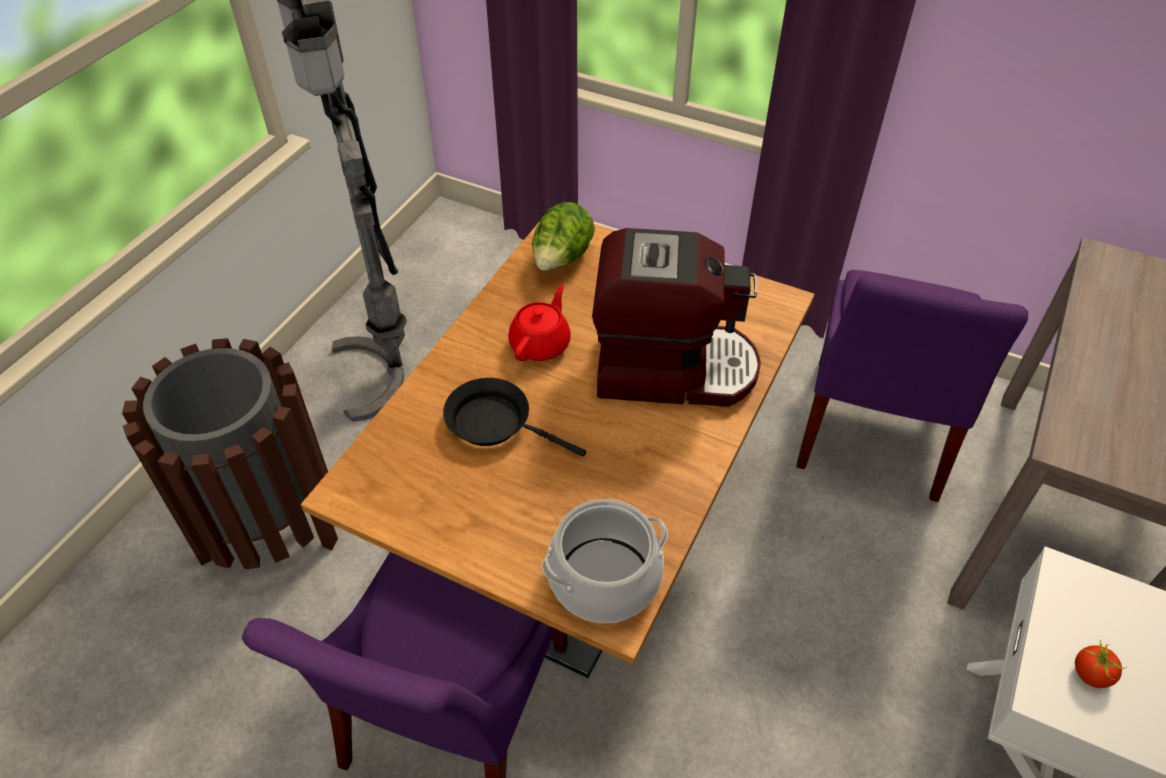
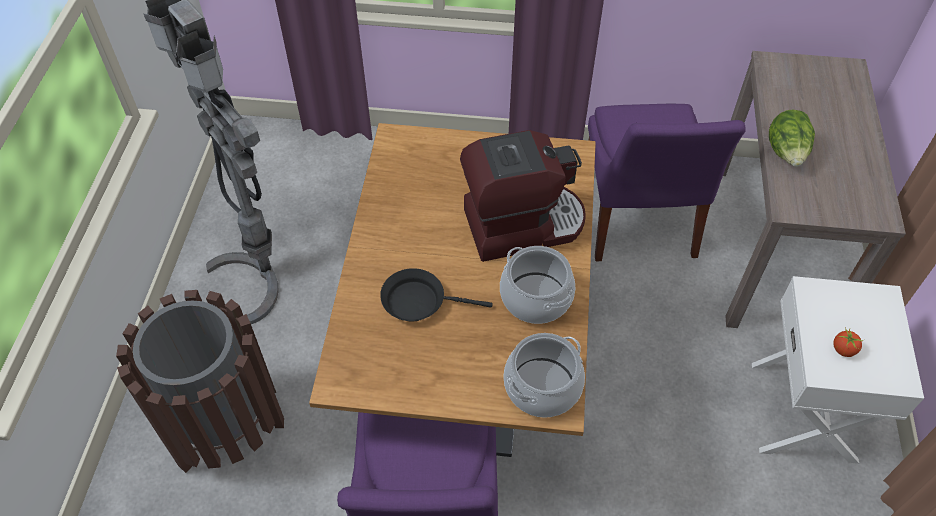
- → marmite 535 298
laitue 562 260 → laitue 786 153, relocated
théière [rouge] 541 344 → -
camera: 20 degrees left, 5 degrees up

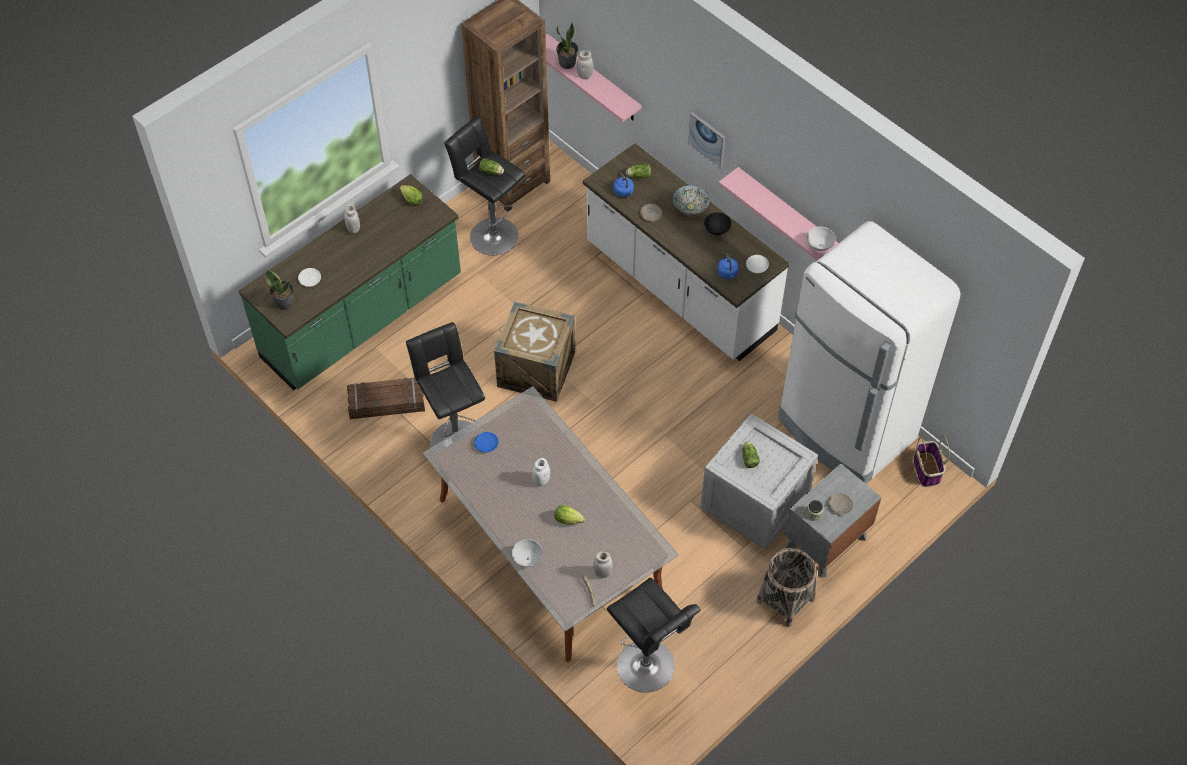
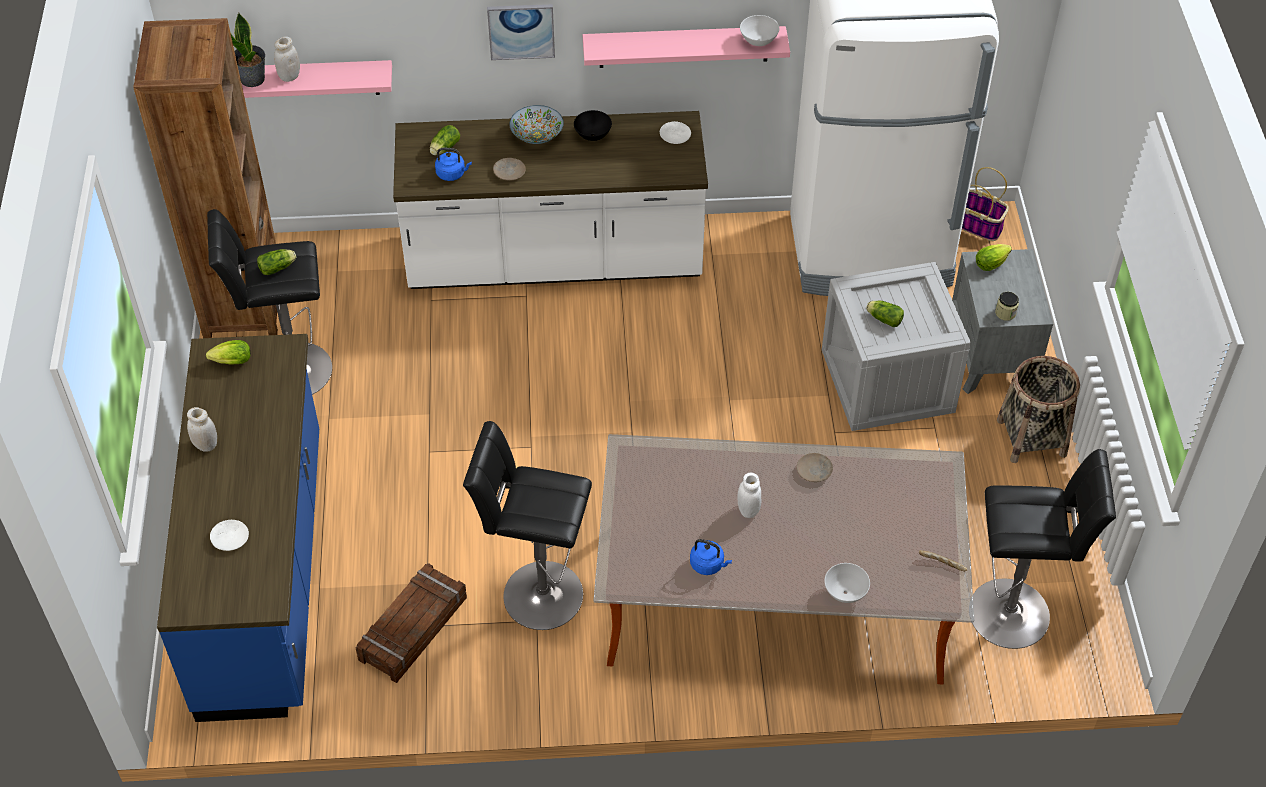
comptoir de cuisine [vert] 363 319 → comptoir de cuisine [bleu] 265 573
bouilloire [bleu] 728 273 → bouilloire [bleu] 708 565, relocated
assiette [beige] 840 506 → assiette [beige] 814 470, relocated
laitue 570 520 → laitue 992 263, relocated
plante en pot 285 302 → -
assiette [bleu] 486 444 → -
caisse 536 369 → -
bocal [blanc] 602 572 → -
camera: 50 degrees left, 5 degrees down

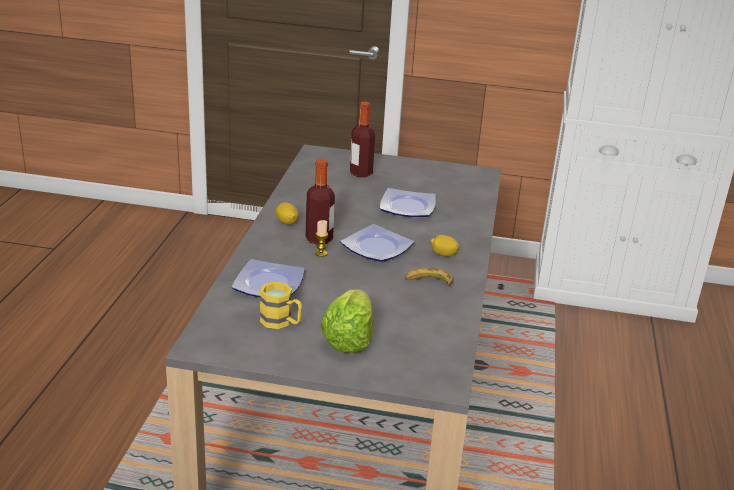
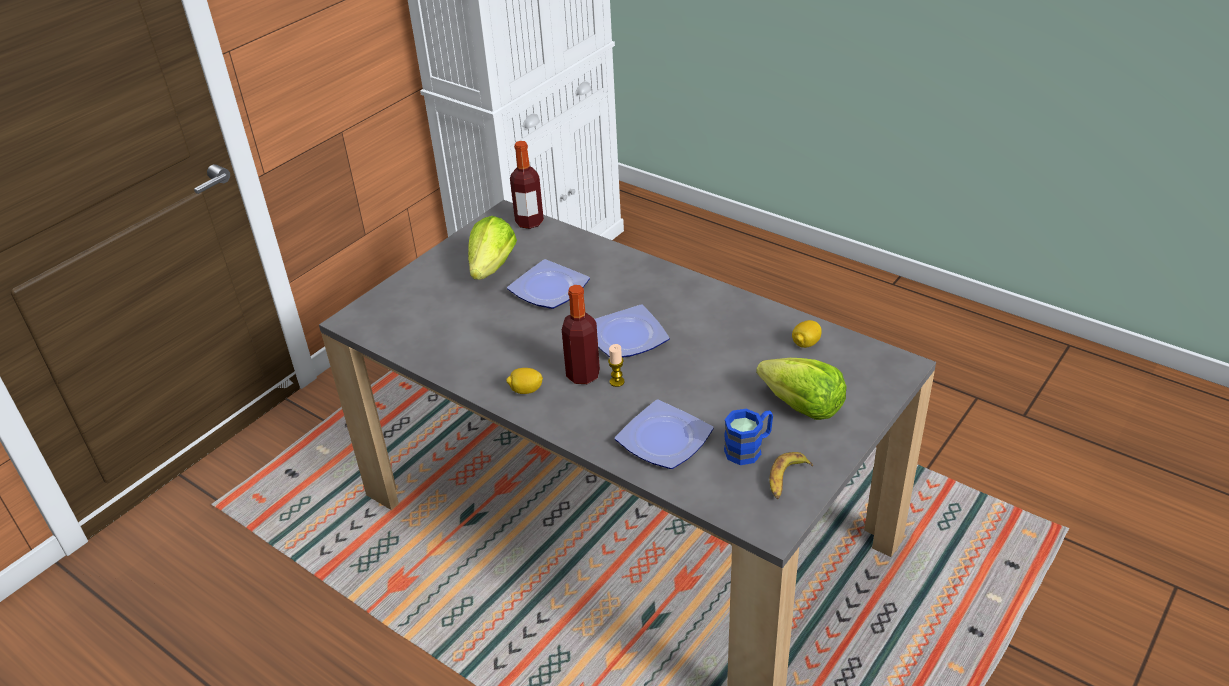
- → laitue 491 268
bouteille 361 173 → bouteille 529 222, relocated
mug [jaune] 281 322 → mug [bleu] 749 448
banane 428 282 → banane 786 479, relocated
citron 443 255 → citron 805 344, relocated
camera: 60 degrees left, 10 degrees up

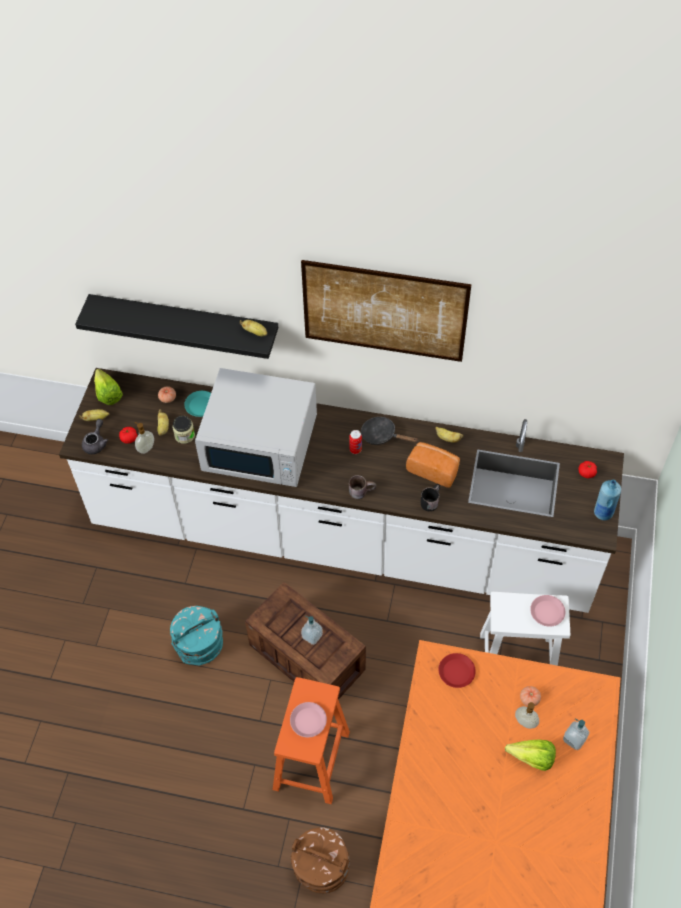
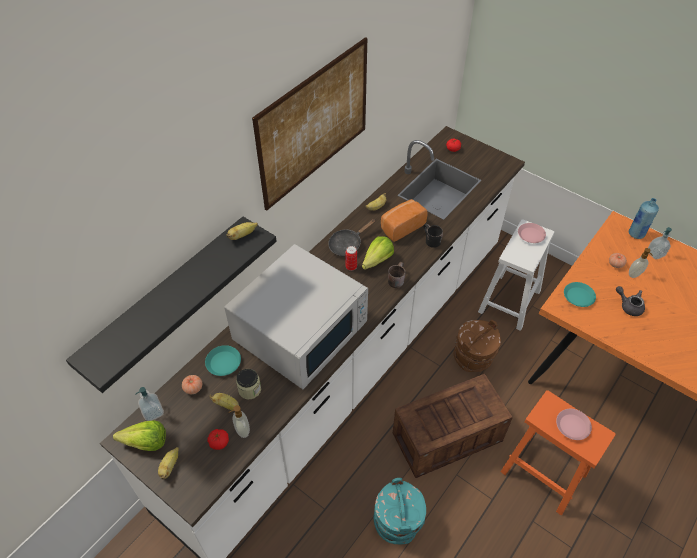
distributeur de savon 312 636 → distributeur de savon 153 412, relocated
laitue 527 756 → laitue 374 262, relocated
seau [marron] 321 868 → seau [marron] 473 357, relocated
assiette [rouge] 456 672 → assiette [turquoise] 578 296
théière [gris] 96 443 → théière [gris] 629 306, relocated
bouteille [bleu] 602 513 → bouteille [bleu] 636 234, relocated
camera: 65 degrees left, 5 degrees down

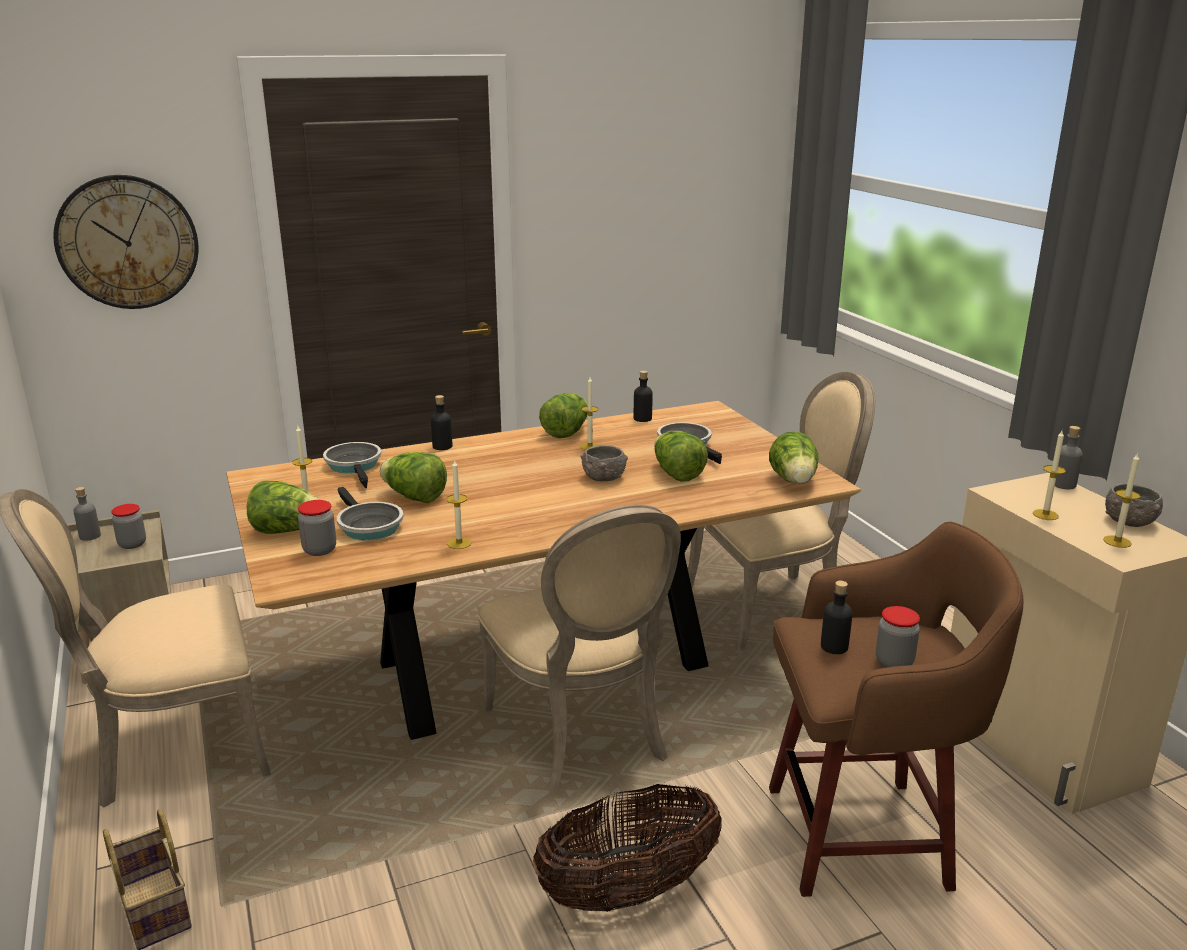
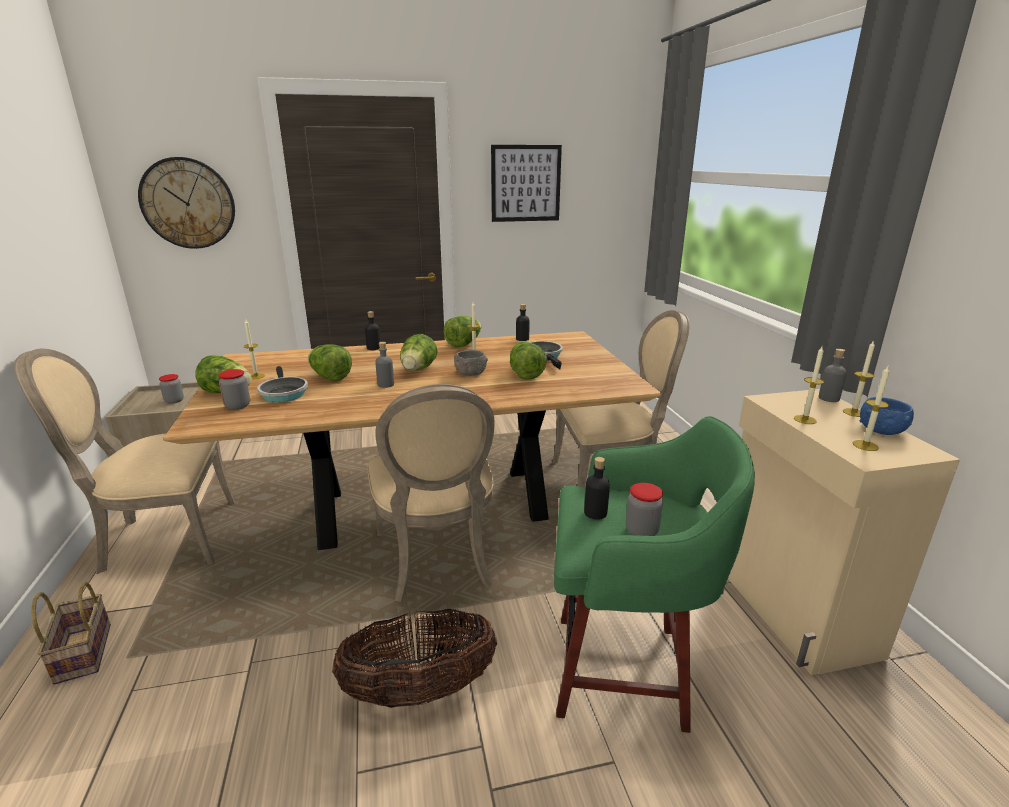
bouteille [gris] 90 536 → bouteille [gris] 385 384, relocated
laitue 794 482 → laitue 418 370, relocated
- → tableau 525 183
tabouret [marron] 864 835 → tabouret [vert] 625 670
bougie 459 543 → bougie 854 412, relocated
bol [gris] 1129 521 → bol [bleu] 881 430
poêle 355 466 → -
camera: 10 degrees right, 0 degrees up

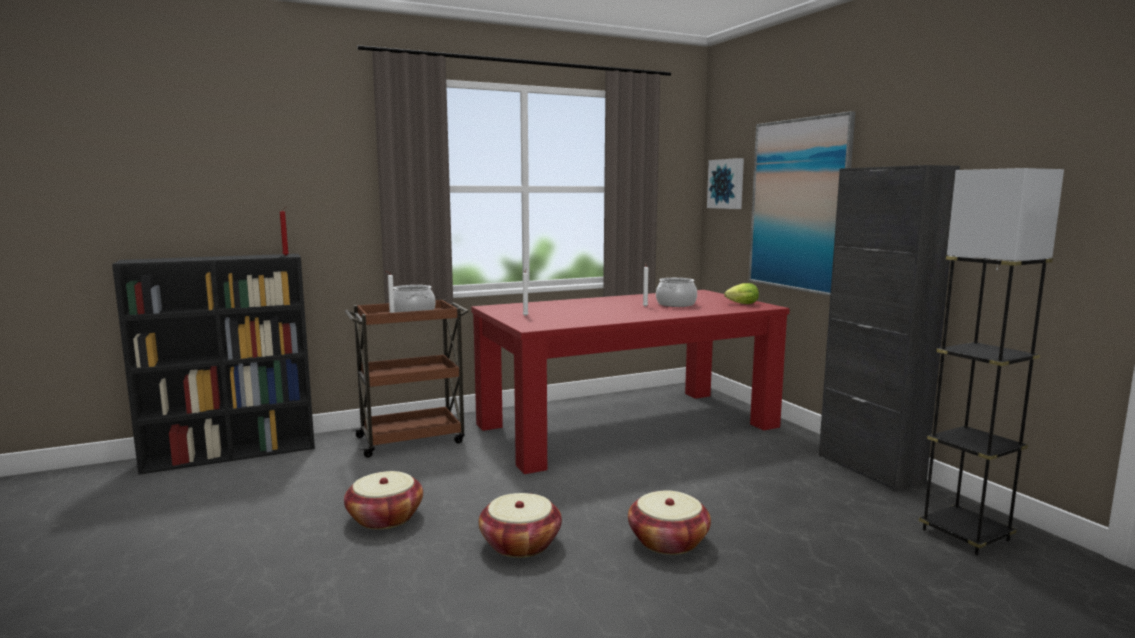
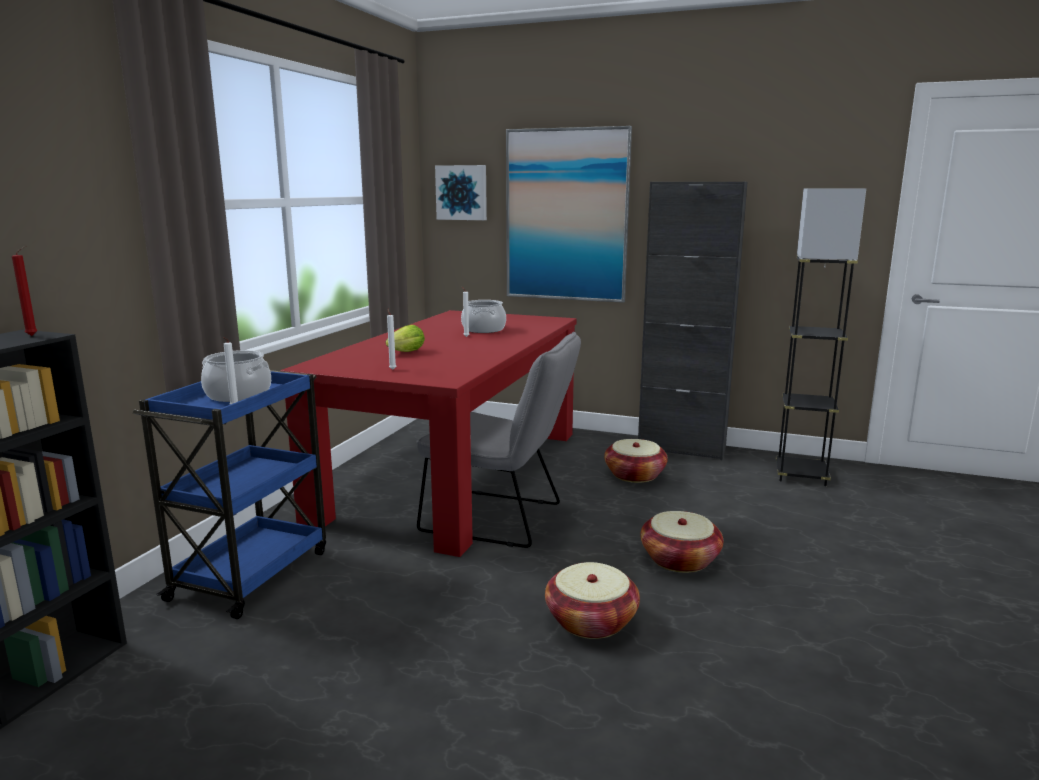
chariot [marron] 412 439 → chariot [bleu] 252 573
laitue 740 304 → laitue 405 352, relocated
- → chaise [gris] 501 519
panier 385 518 → panier 634 475, relocated
camera: 45 degrees left, 5 degrees up

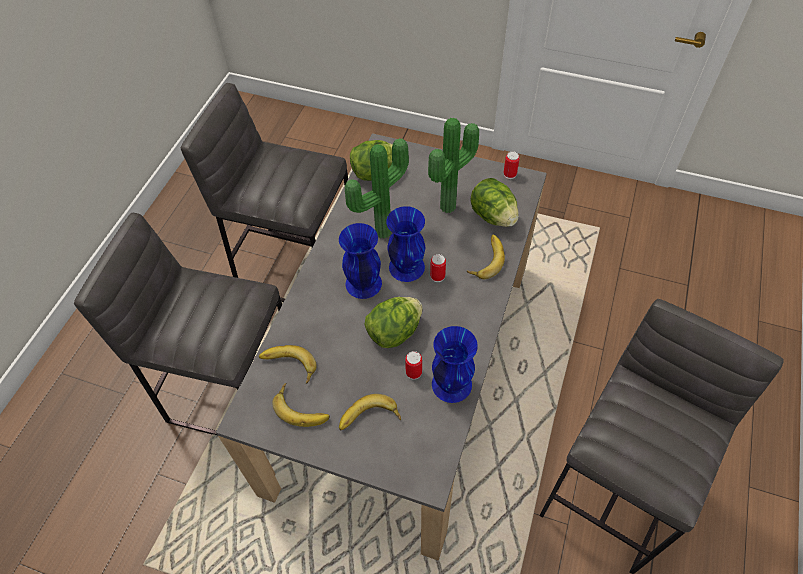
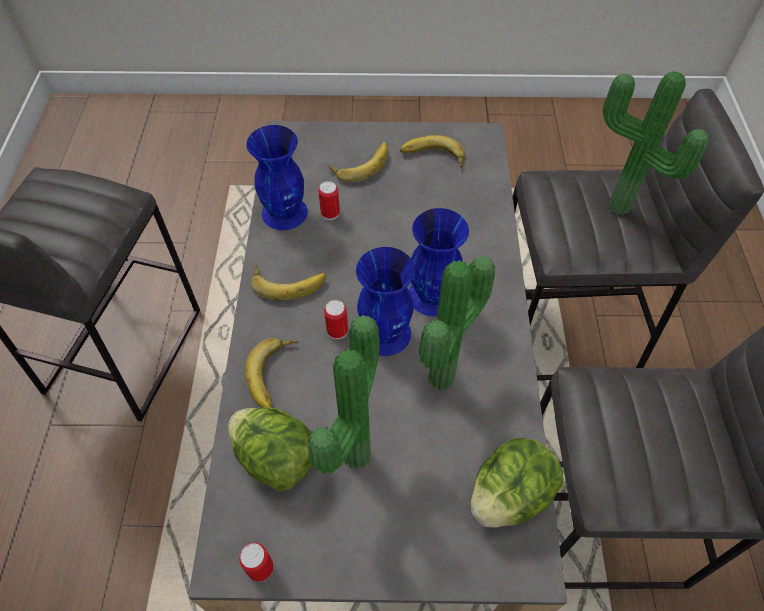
banane 288 366 → banane 288 281, relocated
- → plante en pot 617 209
laitue 394 332 → -
camera: 160 degrees right, 0 degrees up

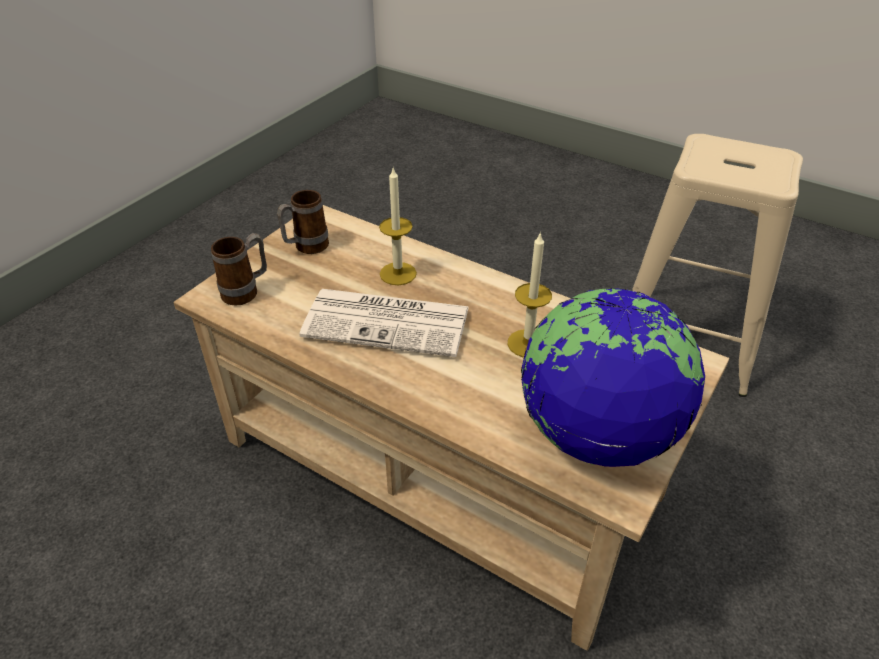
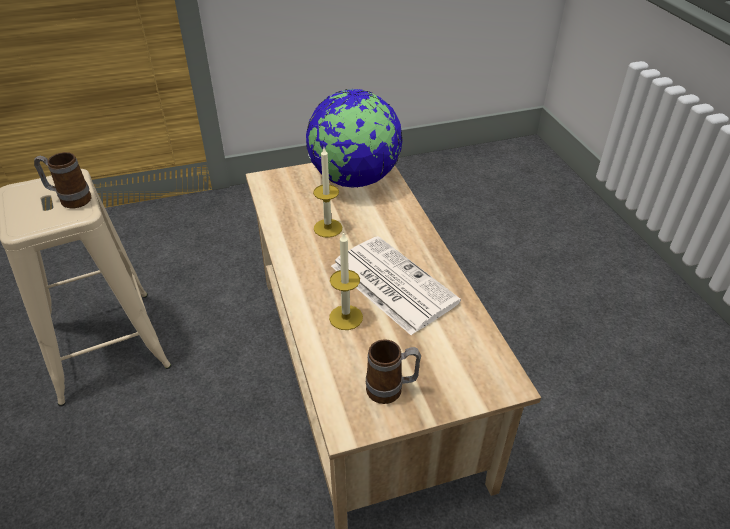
mug 247 292 → mug 70 200, relocated
camera: 140 degrees left, 0 degrees up

